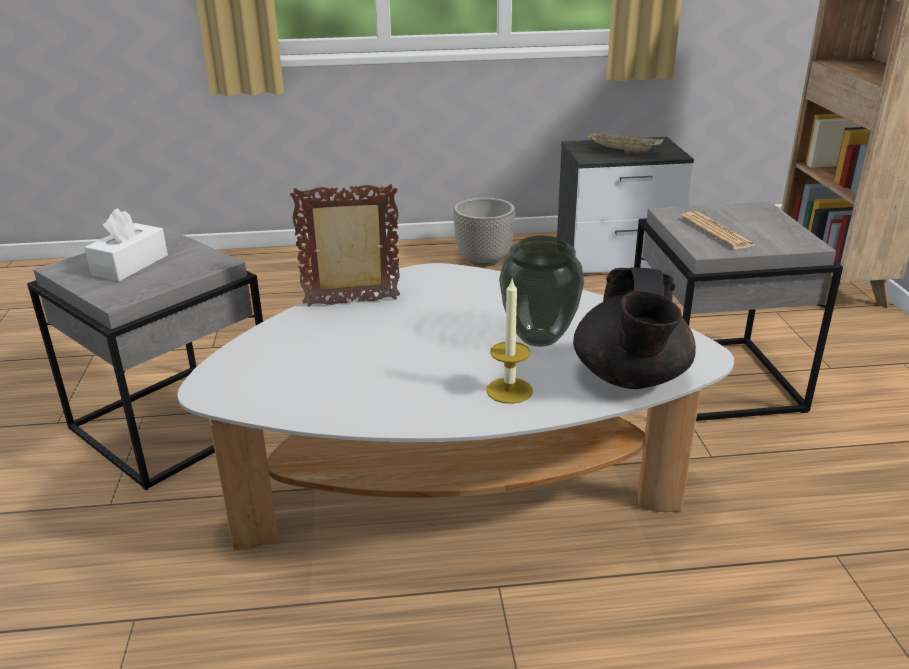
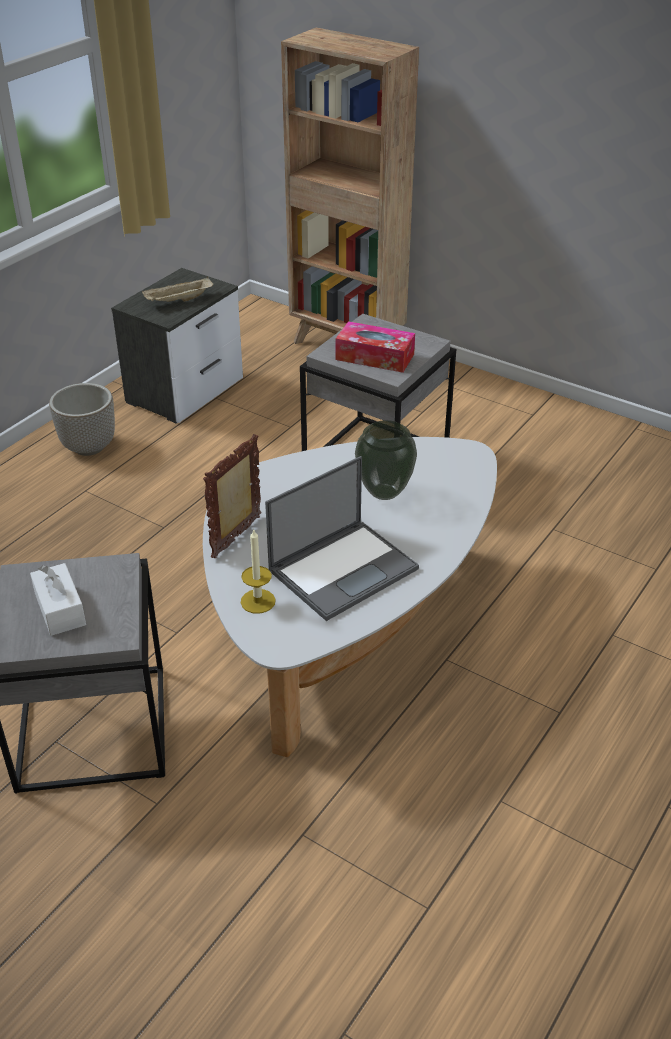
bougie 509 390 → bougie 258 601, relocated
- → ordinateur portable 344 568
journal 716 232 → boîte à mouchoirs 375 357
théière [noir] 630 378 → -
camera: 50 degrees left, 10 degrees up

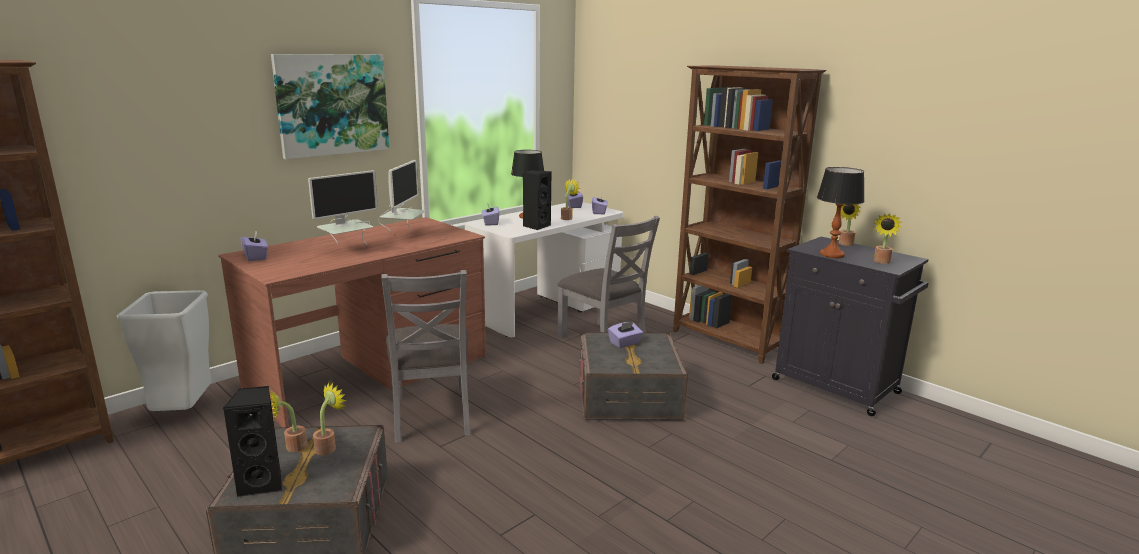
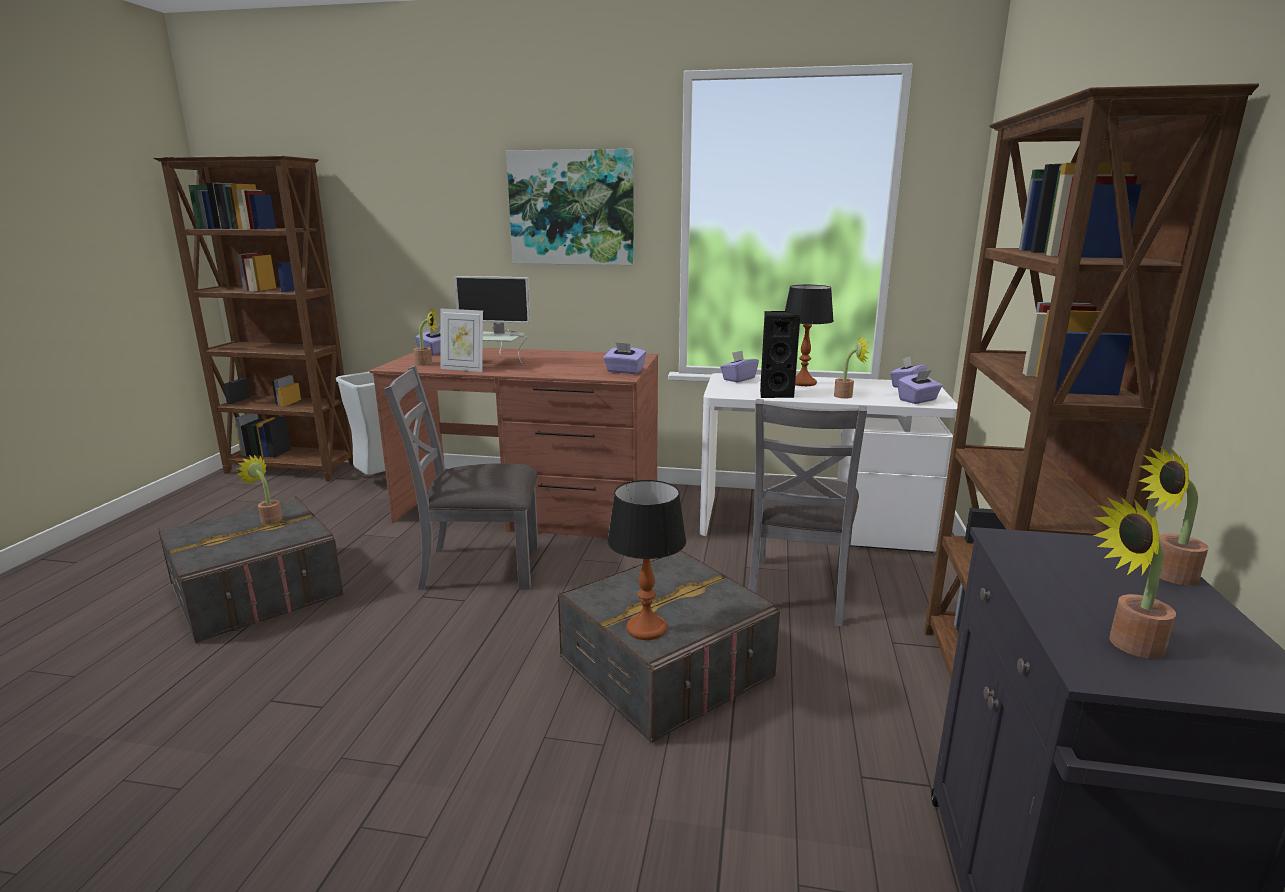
chaise [gris] 431 415 → chaise [gris] 479 567, 45 degrees clockwise
plante en pot 328 447 → plante en pot 427 363, relocated
- → cadre photo 463 369
boîte à mouchoirs [violet] 625 343 → boîte à mouchoirs [violet] 624 371, relocated
lampe de table 832 254 → lampe de table 646 629, relocated
enceinte [noir] 263 483 → -
écran d'ordinateur 403 235 → -
camera: 55 degrees right, 0 degrees up

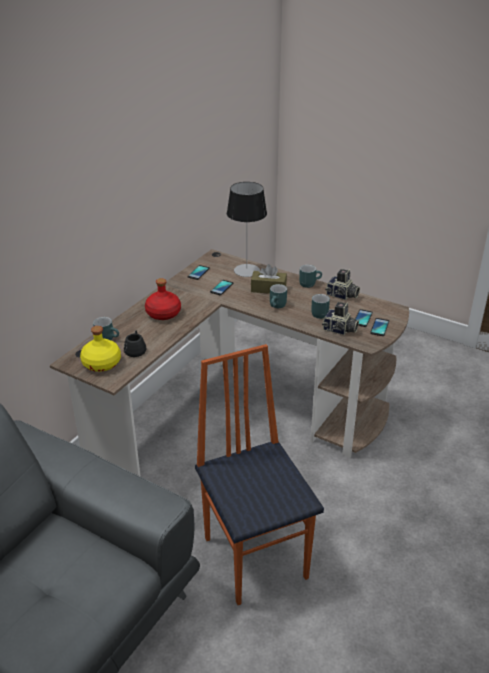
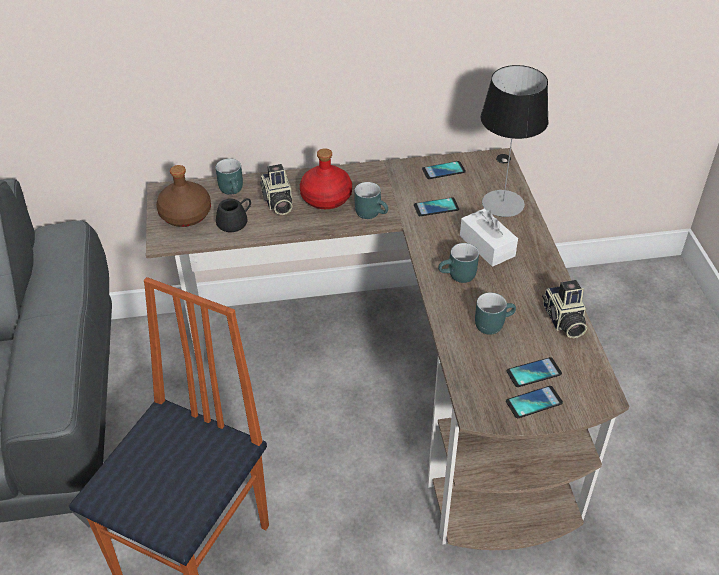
bouteille [jaune] 101 363 → bouteille [marron] 185 215
appareil photo 339 330 → appareil photo 277 202, relocated
mug [turquoise] 309 283 → mug [turquoise] 372 212, relocated
boîte à mouchoirs [marron] 268 289 → boîte à mouchoirs [blanc] 487 246
camera: 50 degrees right, 10 degrees up

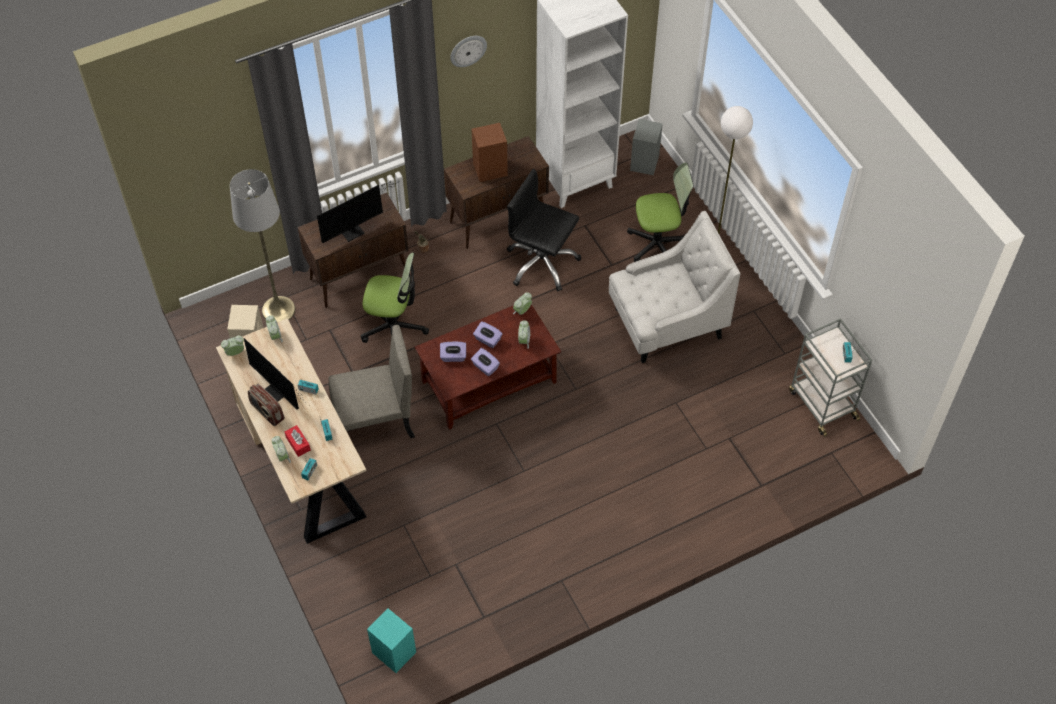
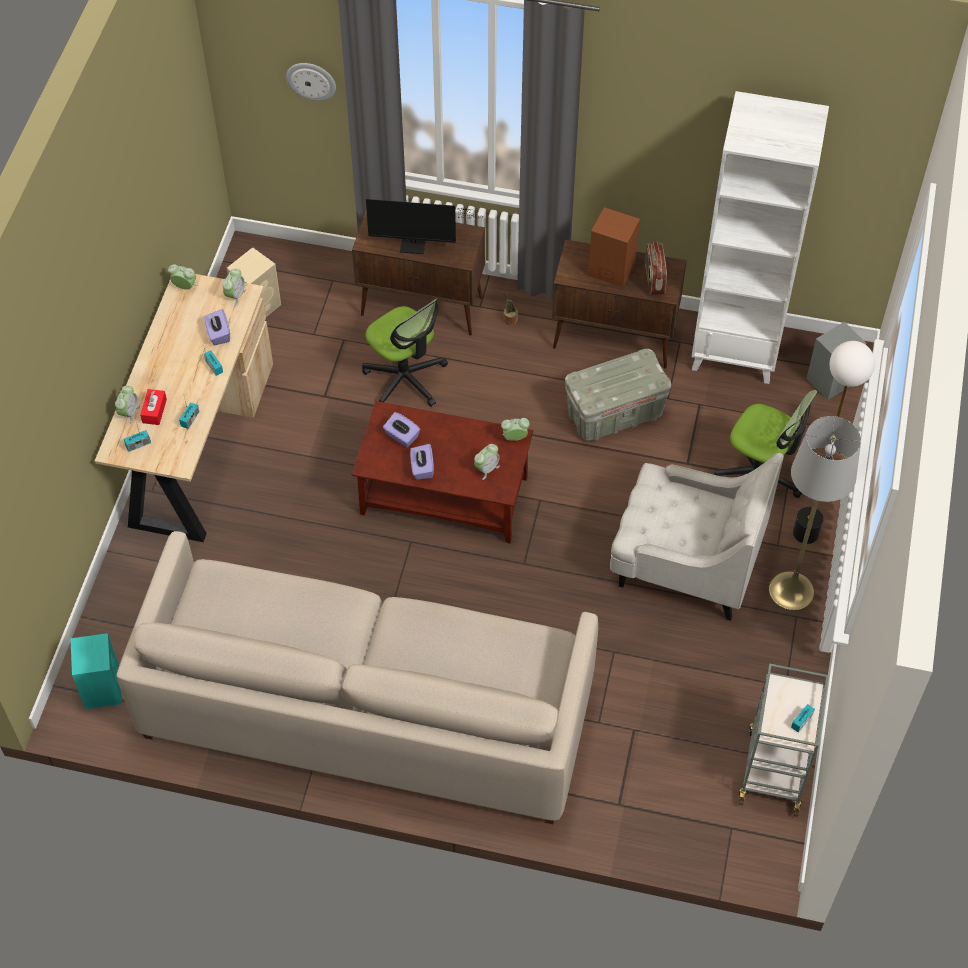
- → canapé [beige] 366 710
boîte à mouchoirs [violet] 487 340 → boîte à mouchoirs [violet] 218 334, relocated
horloge murale 468 50 → horloge murale 311 80, relocated
chaise de bureau [noir] 541 263 → boîte de rangement [gris] 615 413
radio 267 412 → radio 654 278, relocated
lampadaire [gris] 278 310 → lampadaire [gris] 791 591, relocated
écran d'ordinateur 280 393 → -
chaise [beige] 375 422 → -
camera: 40 degrees right, 0 degrees up

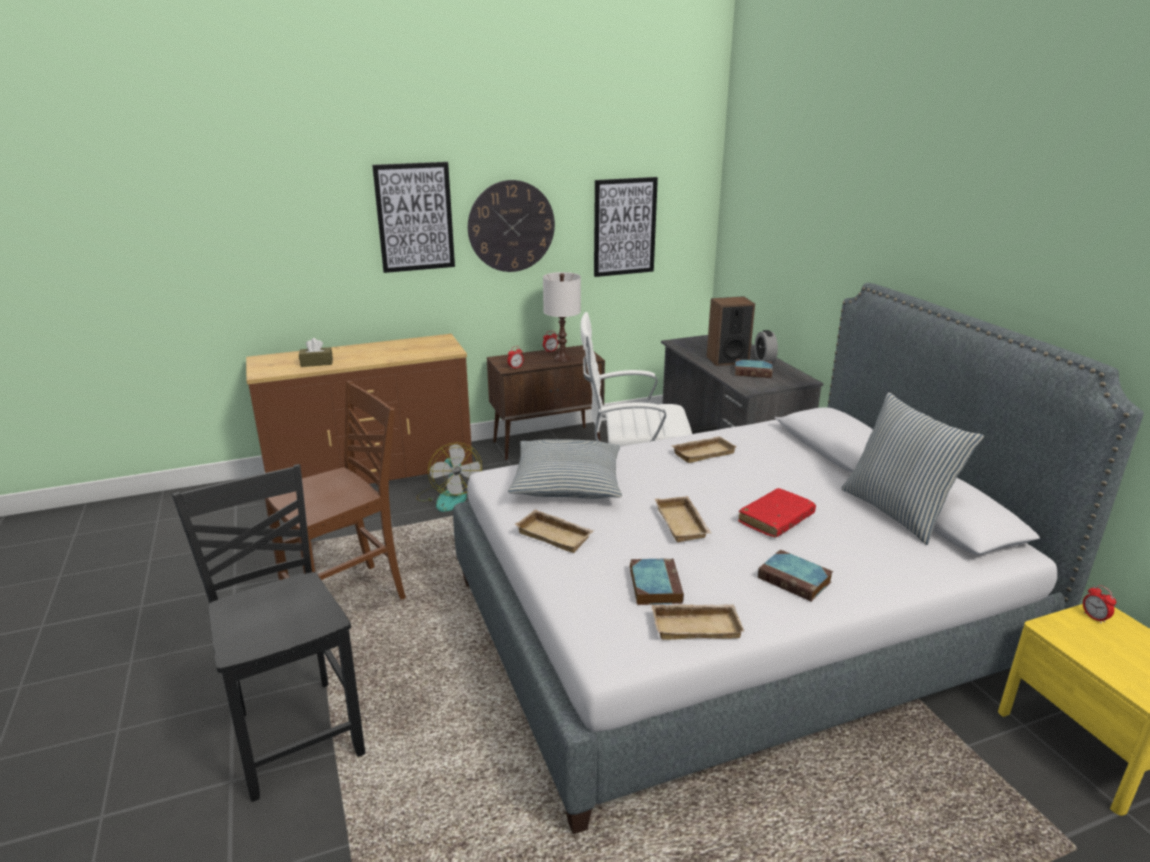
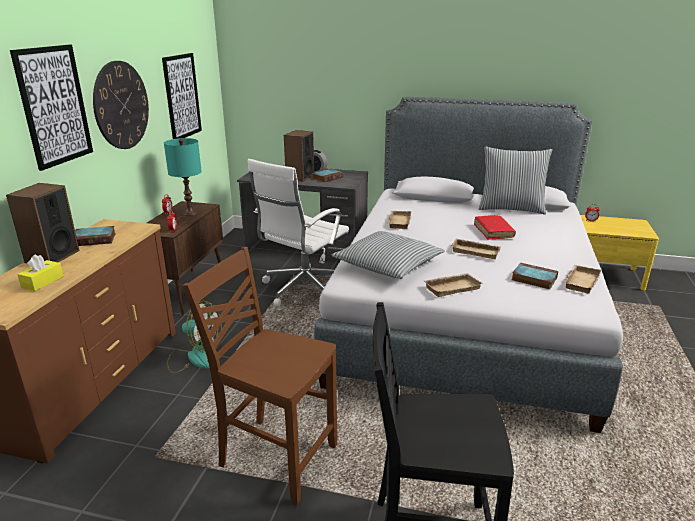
- → enceinte 52 256
boîte à mouchoirs [marron] 316 363 → boîte à mouchoirs [jaune] 42 282
livre 796 580 → livre 95 239, relocated
lampe de table [blanc] 562 358 → lampe de table [turquoise] 190 213
chaise [marron] 348 599 → chaise [marron] 276 456, 60 degrees counterclockwise
camera: 55 degrees left, 0 degrees up

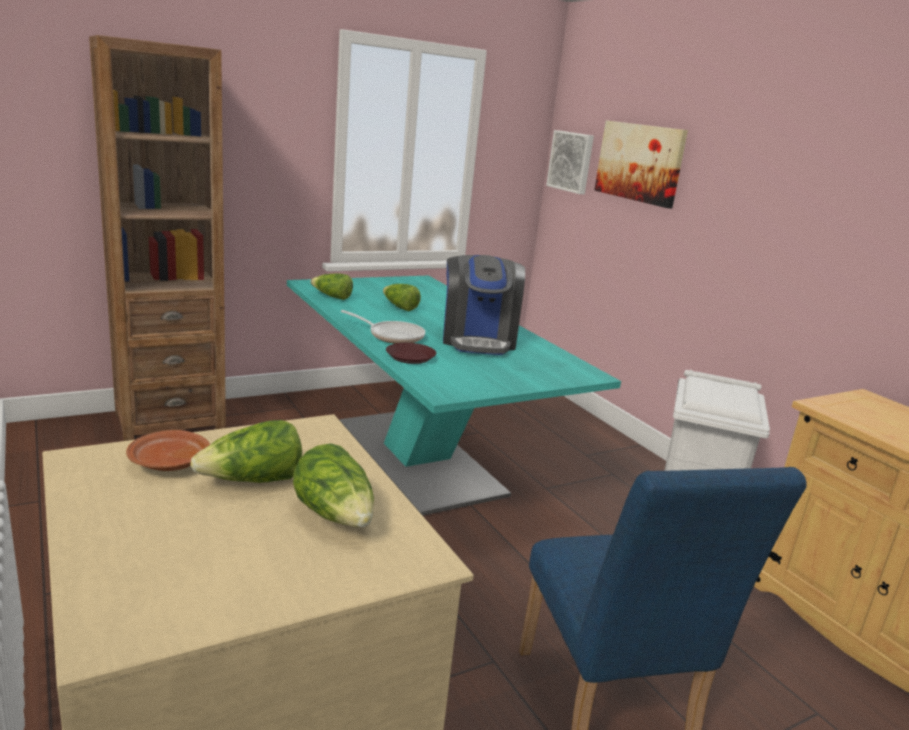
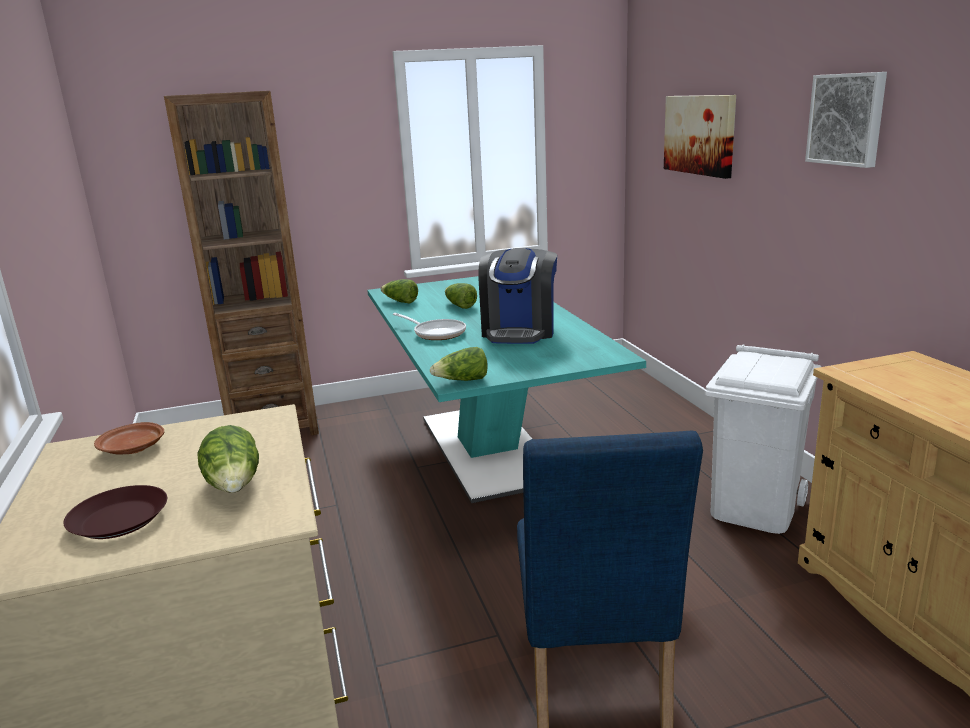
assiette [marron] 410 357 → assiette [marron] 118 520, relocated
laitue 253 481 → laitue 462 381, relocated
tableau 571 161 → tableau 847 119, relocated
camera: 15 degrees right, 0 degrees up

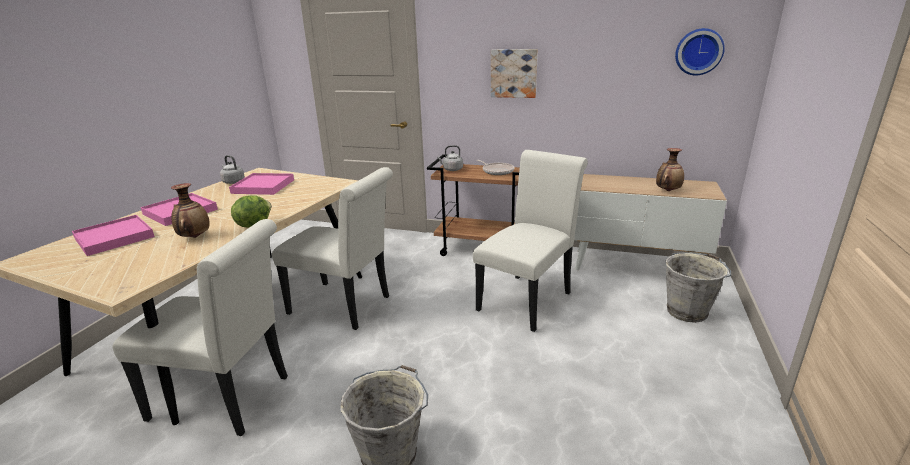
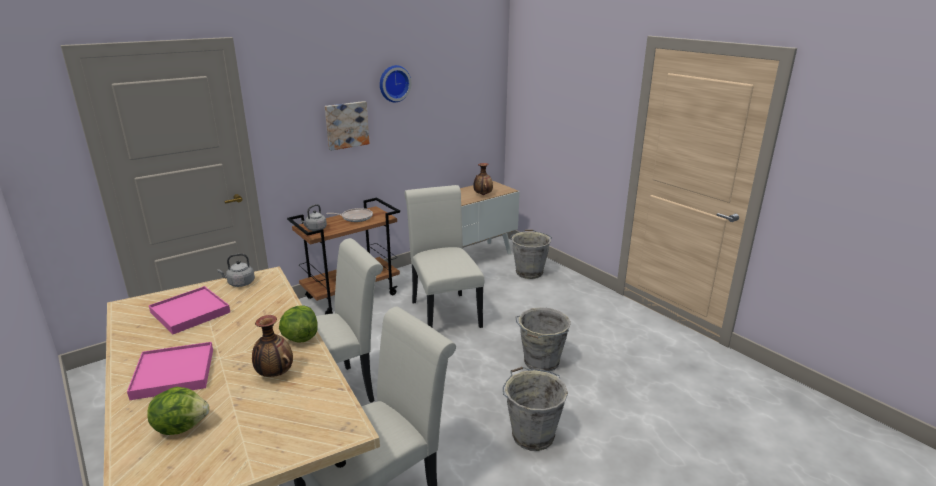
plateau [rose] 115 238 → laitue 181 426
bouilloire [gris] 233 181 → bouilloire [gris] 240 283, relocated
horloge murale 698 51 → horloge murale 393 83, relocated
- → seau [gris] 540 362
camera: 55 degrees left, 0 degrees up

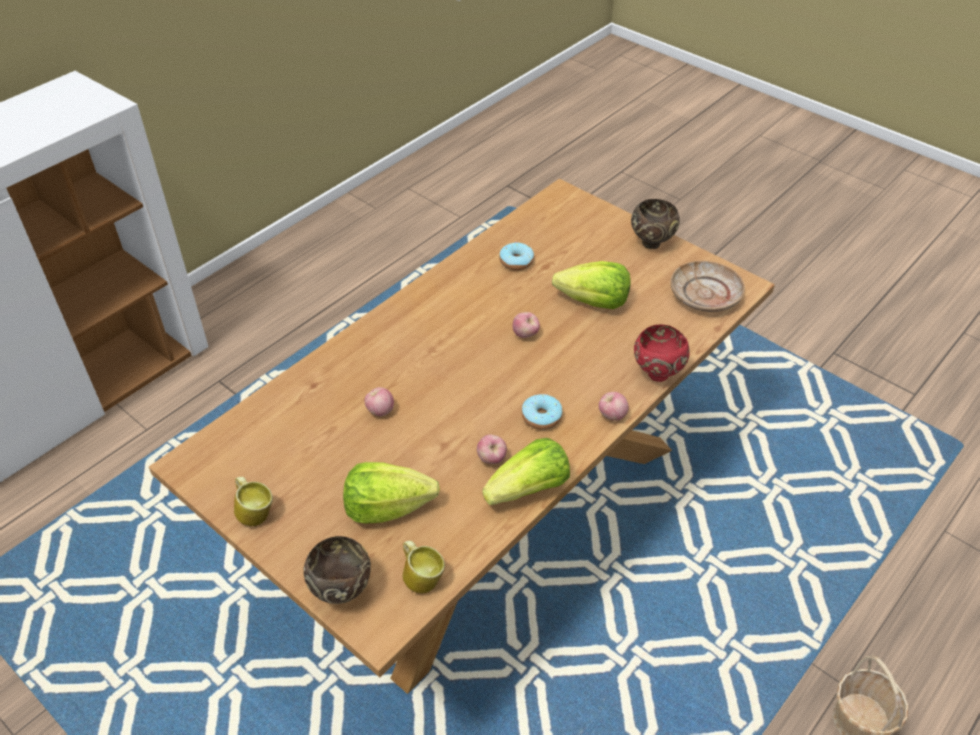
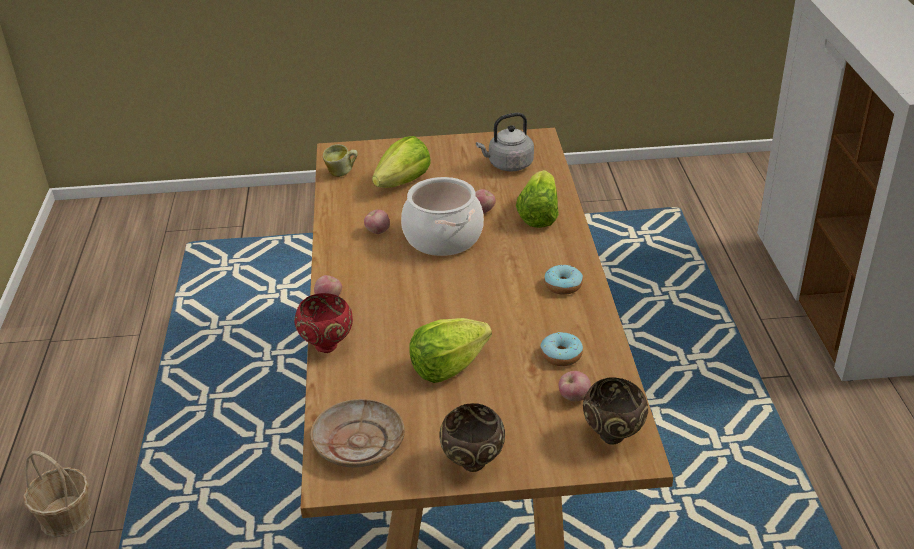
- → marmite 443 237
- → bouilloire [gris] 508 165
laitue 529 489 → laitue 539 214, relocated
beignet 541 417 → beignet 563 285, relocated
pomme 525 334 → pomme 574 398, relocated
bol [marron] 341 590 → bol [marron] 614 436, relocated
mug 255 512 → -
camera: 135 degrees right, 10 degrees down

